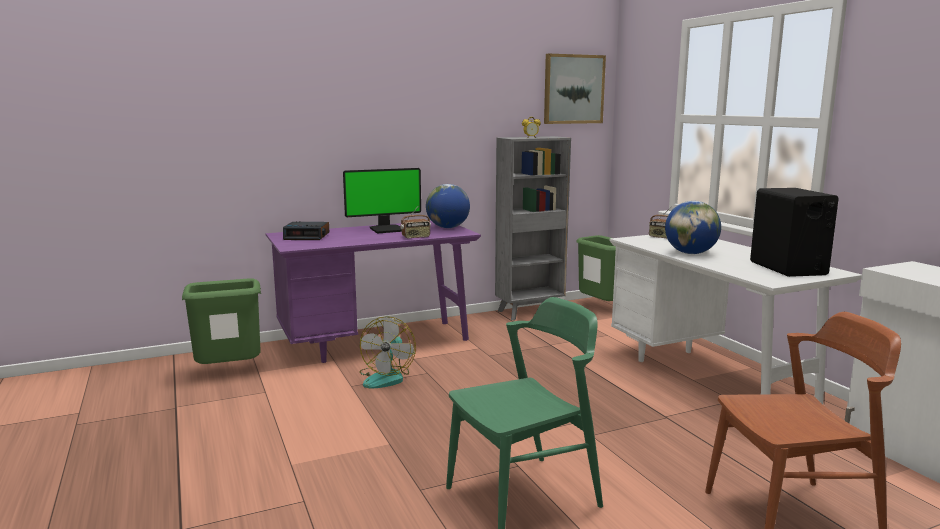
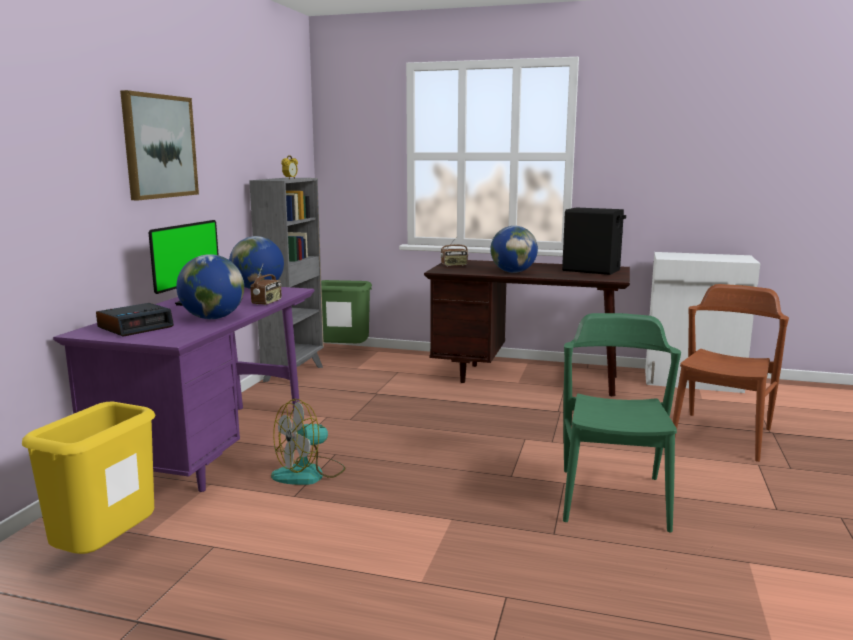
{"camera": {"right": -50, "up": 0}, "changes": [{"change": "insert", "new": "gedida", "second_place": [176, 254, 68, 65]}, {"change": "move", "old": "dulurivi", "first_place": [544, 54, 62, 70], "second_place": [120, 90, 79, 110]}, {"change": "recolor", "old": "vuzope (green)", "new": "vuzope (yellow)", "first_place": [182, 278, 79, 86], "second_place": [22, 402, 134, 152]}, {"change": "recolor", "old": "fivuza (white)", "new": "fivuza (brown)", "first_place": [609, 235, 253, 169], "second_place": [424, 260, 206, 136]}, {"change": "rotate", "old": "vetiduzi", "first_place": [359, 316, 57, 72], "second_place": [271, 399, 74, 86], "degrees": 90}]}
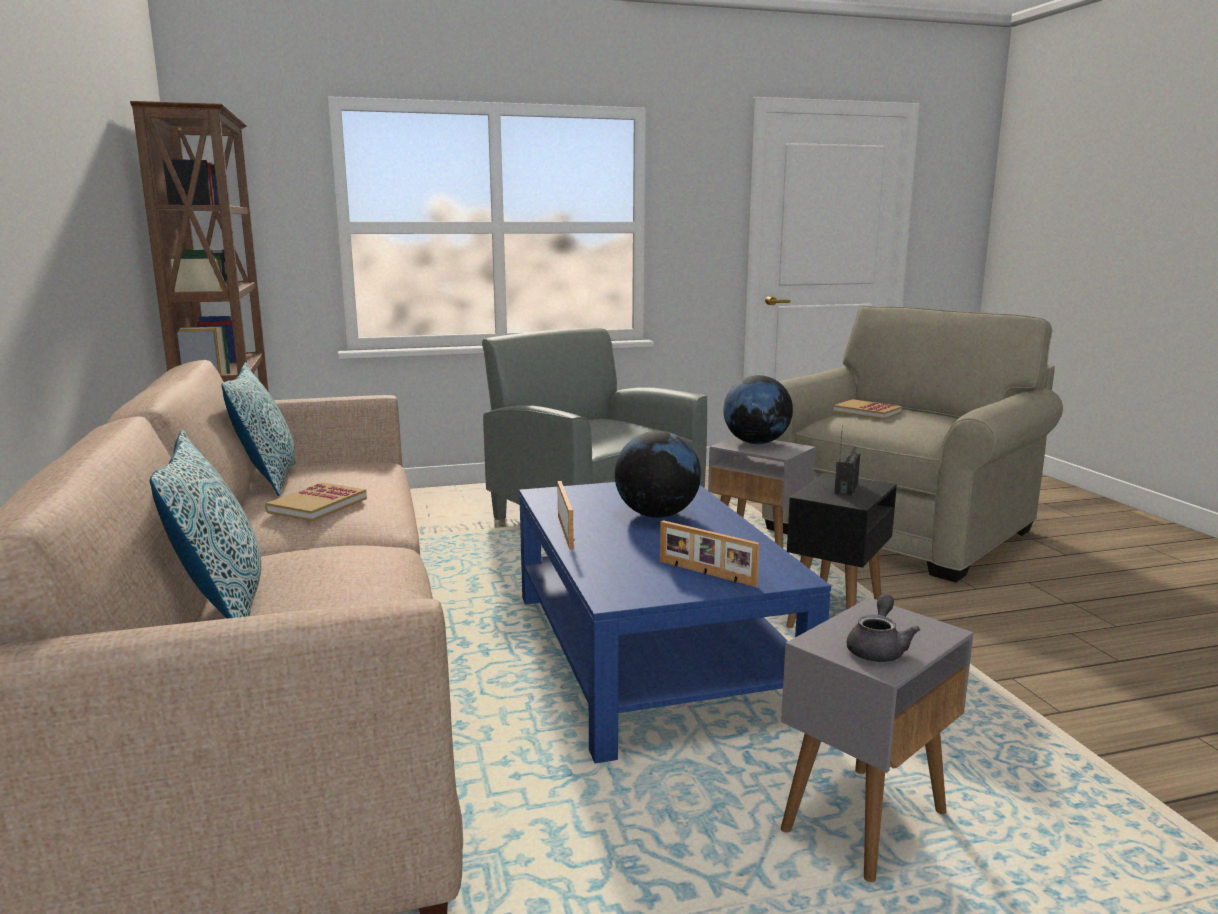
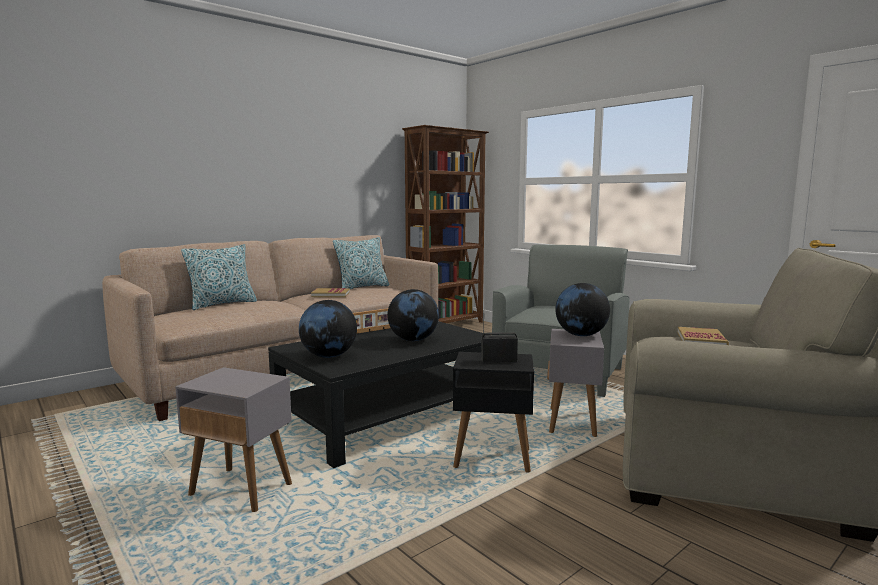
{"camera": {"right": 65, "up": -5}, "changes": [{"change": "delete", "old": "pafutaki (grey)", "first_place": [847, 594, 73, 68]}, {"change": "replace", "old": "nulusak", "new": "gedida", "first_place": [660, 520, 100, 67], "second_place": [299, 300, 58, 58]}, {"change": "recolor", "old": "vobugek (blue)", "new": "vobugek (black)", "first_place": [519, 482, 312, 282], "second_place": [268, 321, 215, 147]}]}
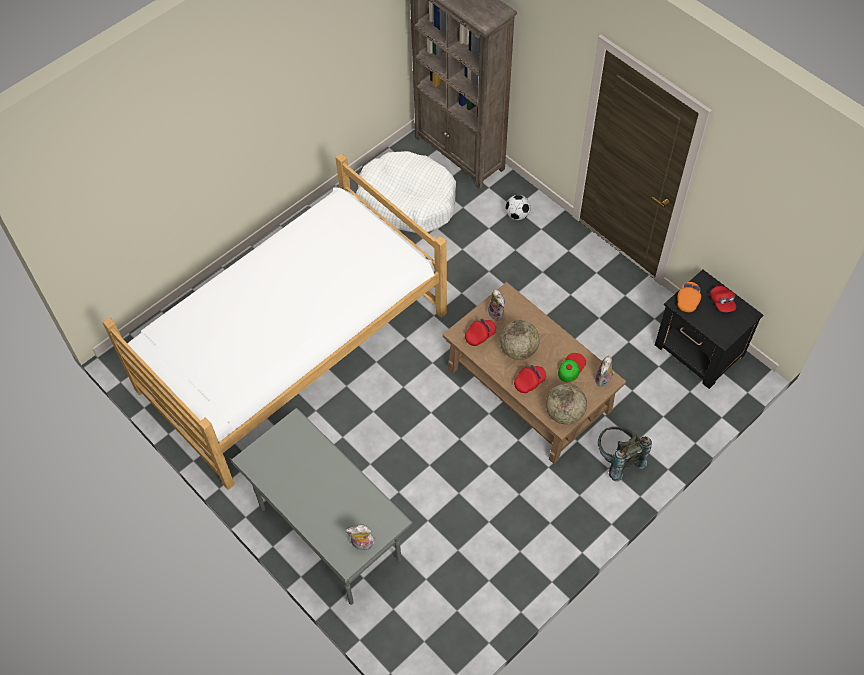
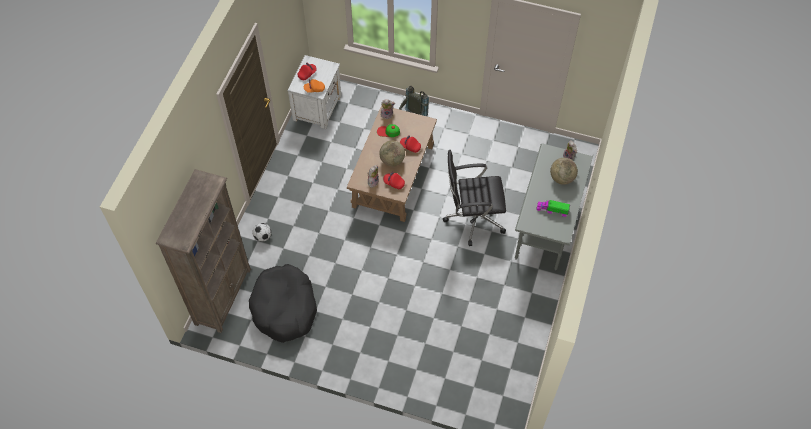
{"camera": {"right": -120, "up": 0}, "changes": [{"change": "delete", "old": "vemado", "first_place": [103, 153, 344, 337]}, {"change": "insert", "new": "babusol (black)", "second_place": [443, 150, 63, 96]}, {"change": "insert", "new": "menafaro", "second_place": [537, 200, 33, 17]}, {"change": "move", "old": "gedida", "first_place": [546, 383, 41, 42], "second_place": [550, 158, 28, 27]}, {"change": "recolor", "old": "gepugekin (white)", "new": "gepugekin (black)", "first_place": [356, 151, 100, 82], "second_place": [249, 264, 68, 79]}, {"change": "recolor", "old": "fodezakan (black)", "new": "fodezakan (white)", "first_place": [655, 269, 108, 120], "second_place": [287, 55, 54, 74]}]}
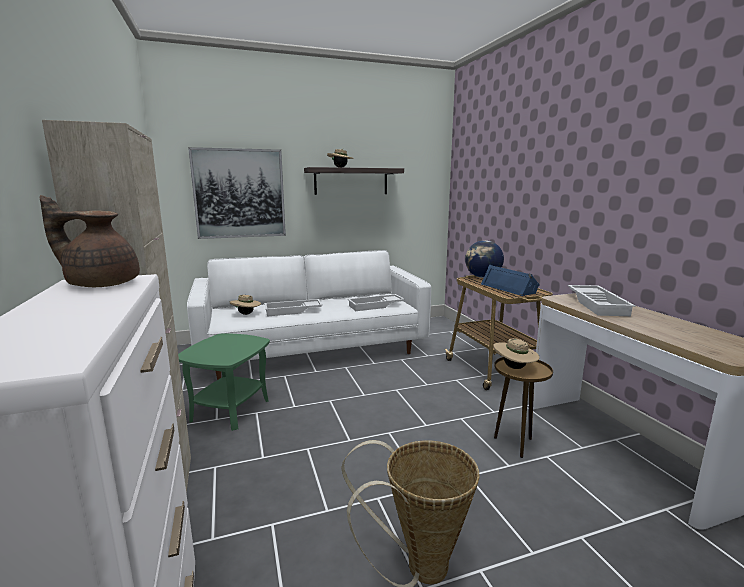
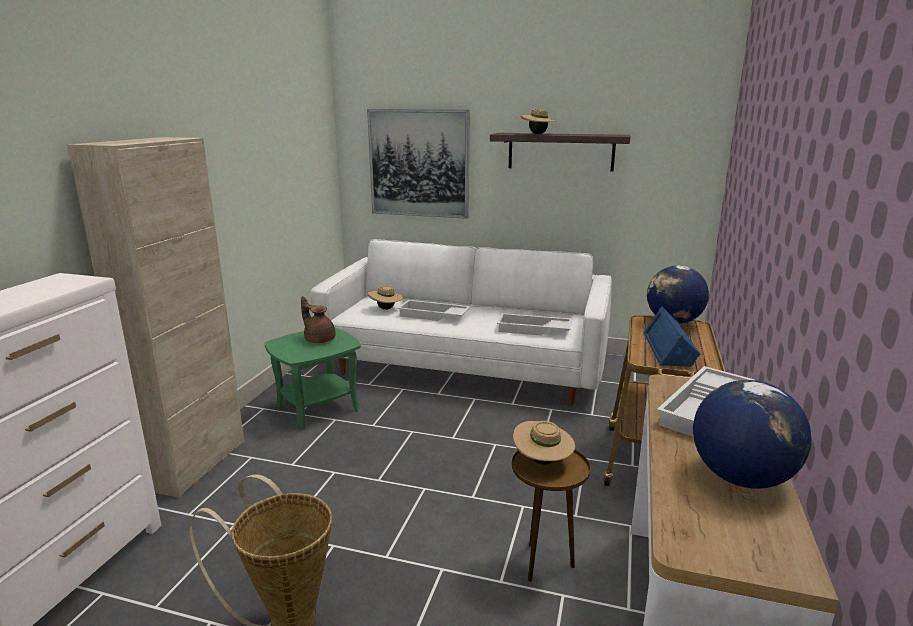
{"camera": {"right": 35, "up": 5}, "changes": [{"change": "insert", "new": "gedida", "second_place": [693, 380, 118, 109]}, {"change": "move", "old": "pafutaki (brown)", "first_place": [40, 195, 100, 92], "second_place": [301, 296, 35, 47]}]}
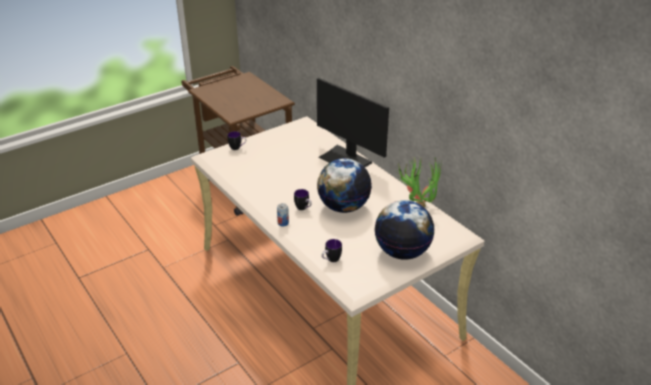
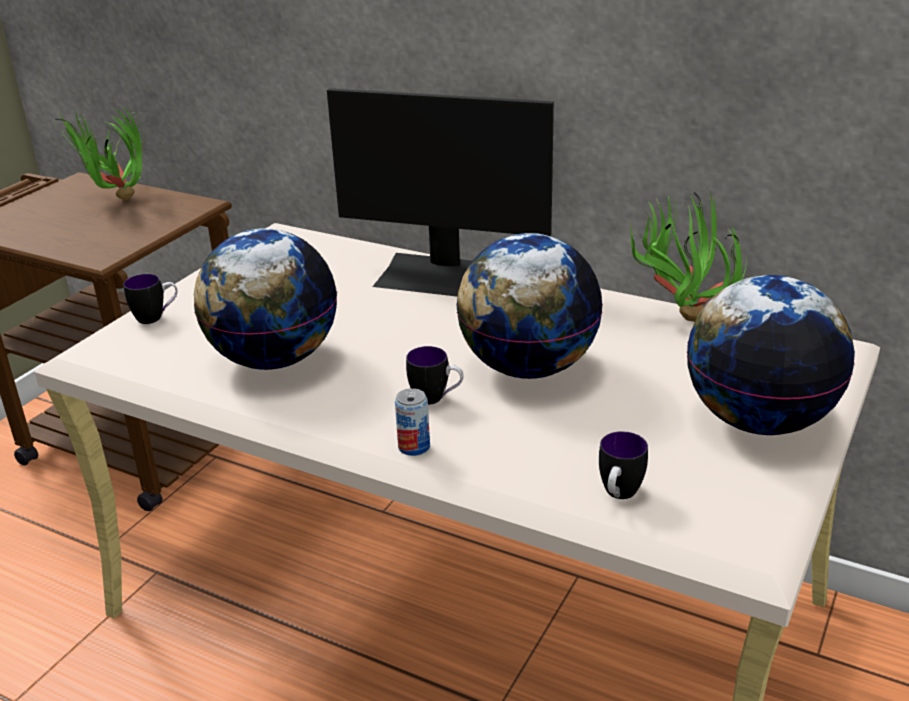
{"camera": {"right": -25, "up": -5}, "changes": [{"change": "insert", "new": "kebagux", "second_place": [53, 107, 90, 93]}, {"change": "insert", "new": "gedida", "second_place": [194, 228, 143, 142]}]}
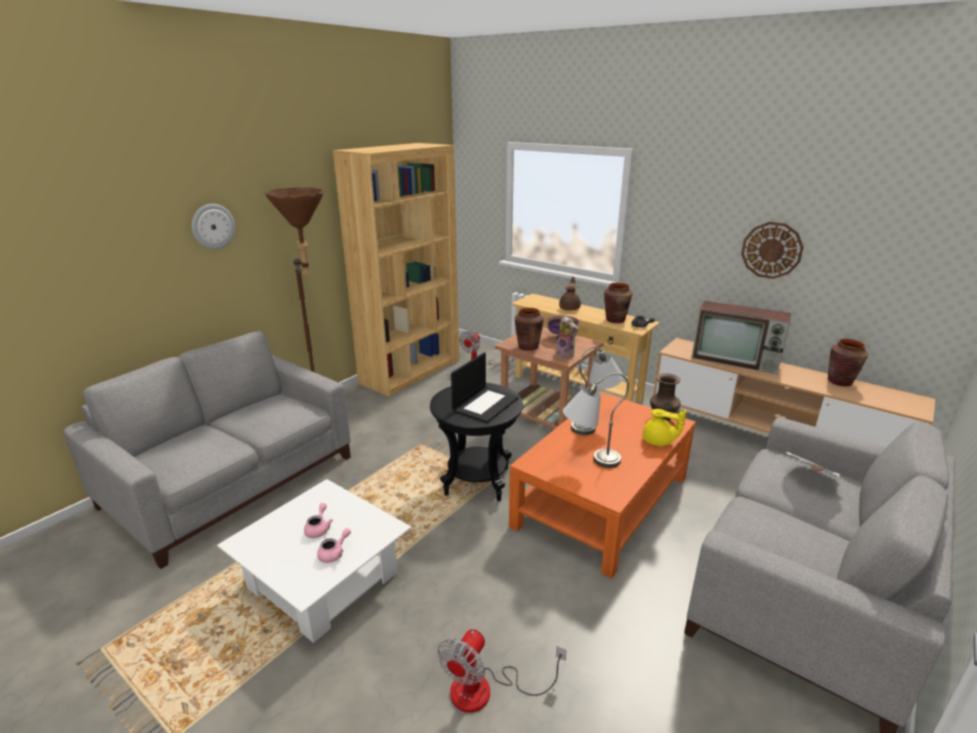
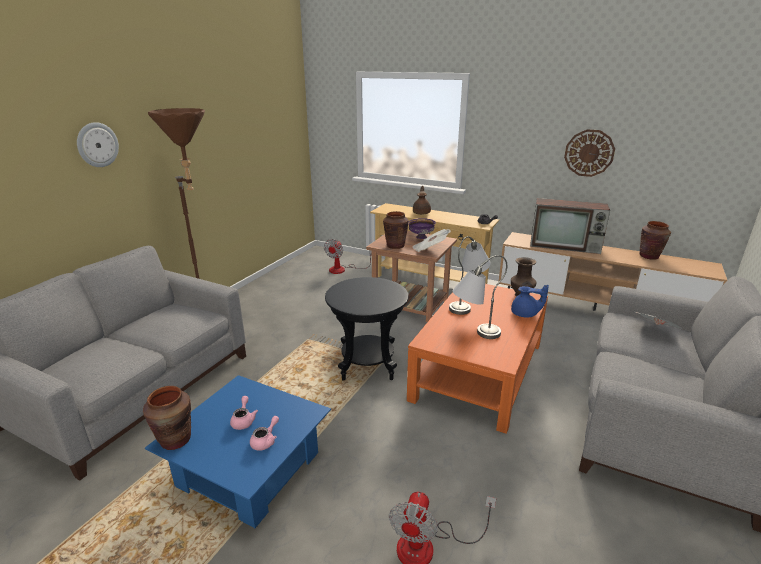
{"camera": {"right": -10, "up": 0}, "changes": [{"change": "delete", "old": "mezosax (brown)", "first_place": [333, 143, 126, 253]}, {"change": "delete", "old": "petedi", "first_place": [451, 352, 68, 71]}, {"change": "move", "old": "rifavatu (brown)", "first_place": [604, 283, 28, 40], "second_place": [143, 386, 48, 64]}, {"change": "replace", "old": "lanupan", "new": "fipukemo", "first_place": [556, 316, 23, 42], "second_place": [413, 229, 38, 23]}, {"change": "recolor", "old": "vobugek (white)", "new": "vobugek (blue)", "first_place": [217, 479, 194, 164], "second_place": [145, 375, 186, 153]}, {"change": "recolor", "old": "pafutaki (yellow)", "new": "pafutaki (blue)", "first_place": [642, 409, 44, 37], "second_place": [511, 285, 38, 33]}]}
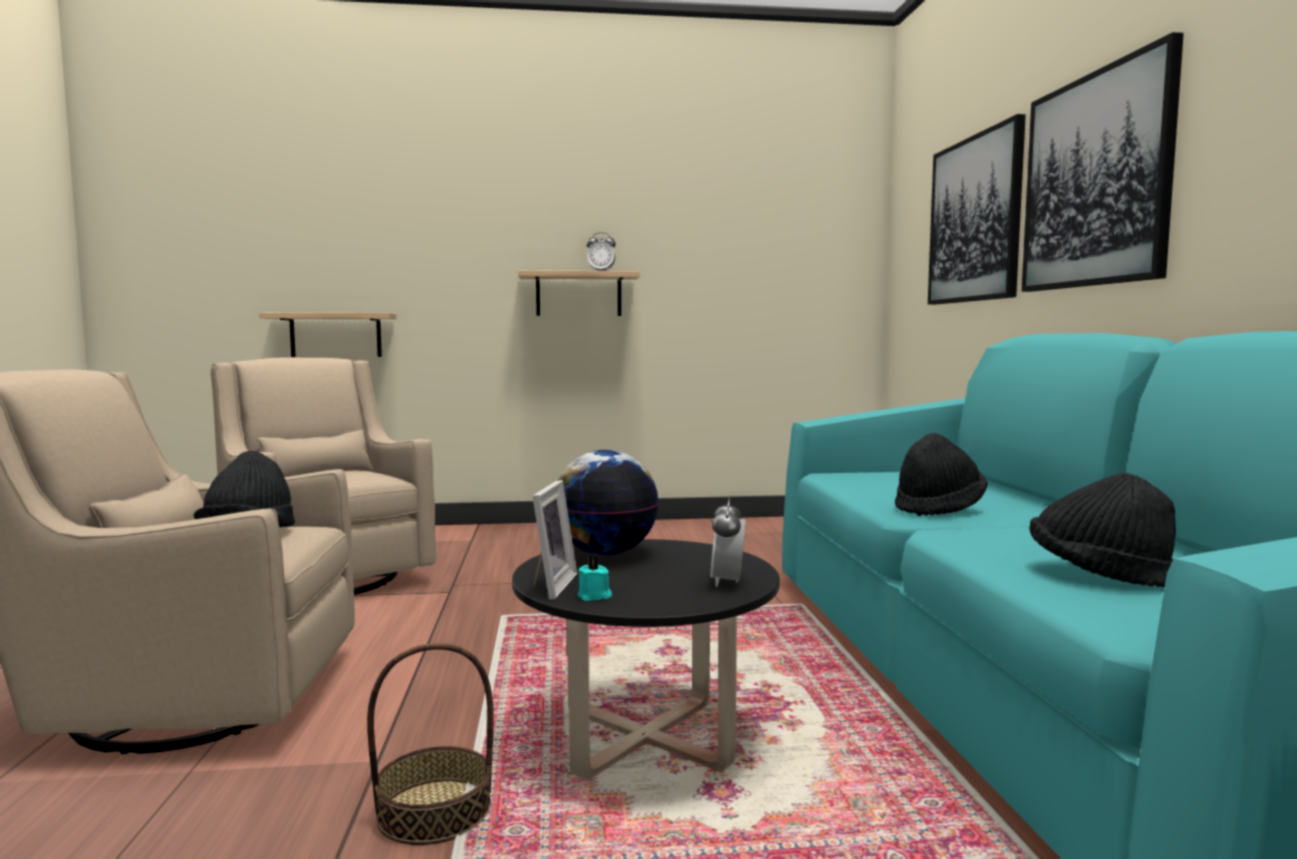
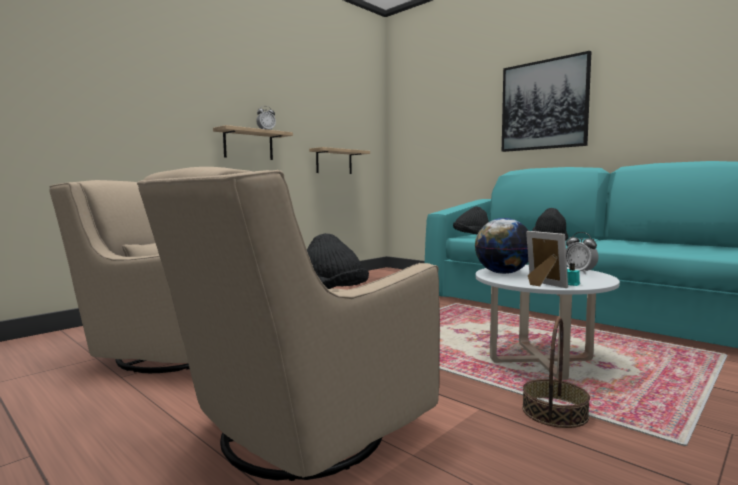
{"camera": {"right": -40, "up": 0}, "changes": [{"change": "delete", "old": "dulurivi", "first_place": [928, 114, 98, 191]}, {"change": "move", "old": "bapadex", "first_place": [259, 312, 138, 45], "second_place": [309, 147, 61, 27]}, {"change": "move", "old": "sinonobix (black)", "first_place": [1029, 473, 147, 115], "second_place": [453, 206, 36, 28]}, {"change": "recolor", "old": "vobugek (black)", "new": "vobugek (white)", "first_place": [512, 539, 268, 242], "second_place": [475, 265, 145, 115]}]}
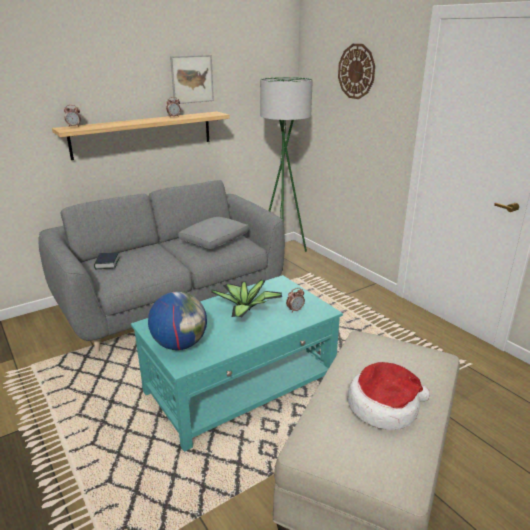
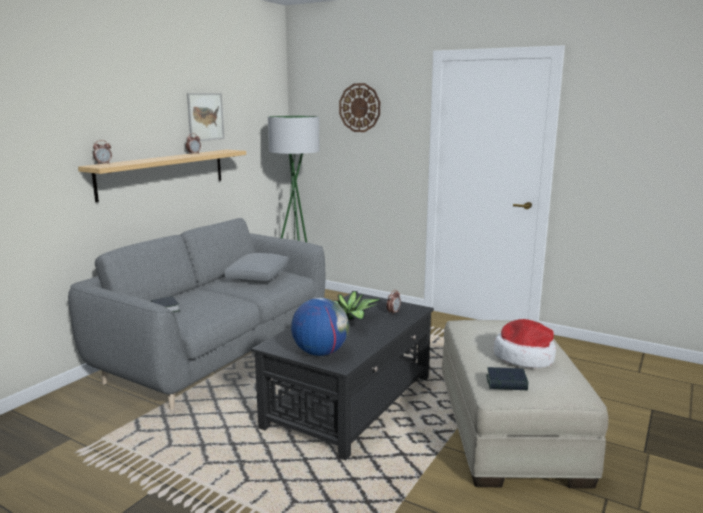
{"camera": {"right": -25, "up": -10}, "changes": [{"change": "insert", "new": "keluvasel", "second_place": [486, 367, 42, 23]}, {"change": "recolor", "old": "vobugek (turquoise)", "new": "vobugek (black)", "first_place": [131, 275, 212, 177], "second_place": [251, 293, 183, 167]}]}
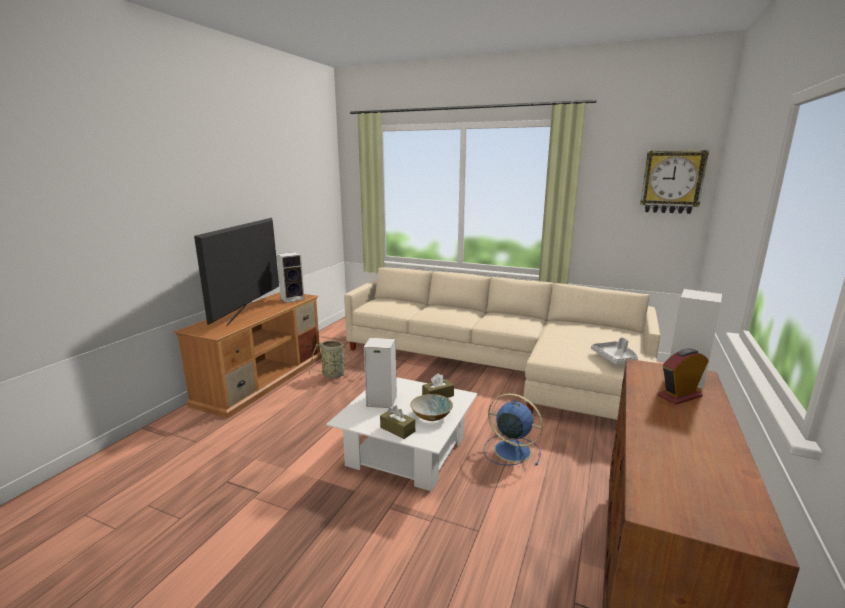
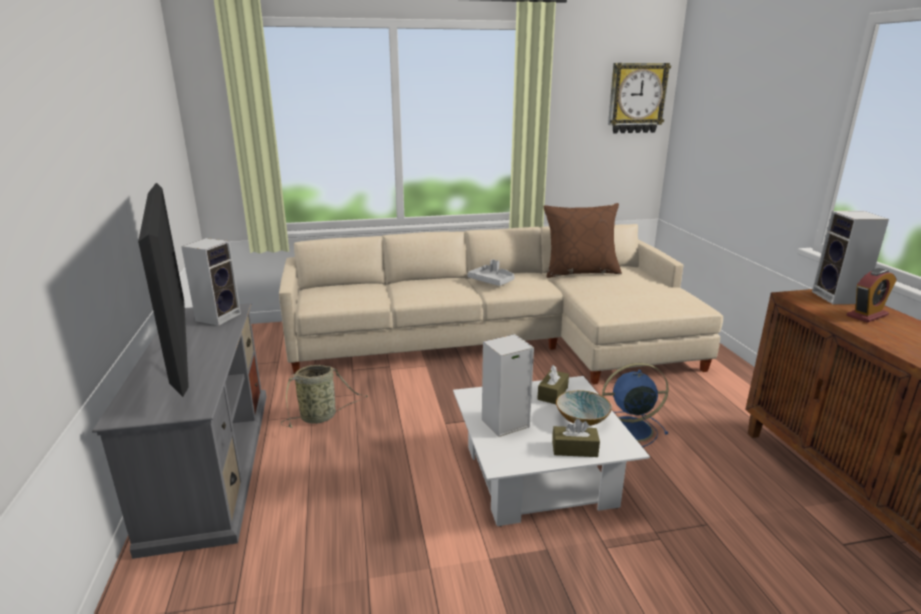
{"camera": {"right": -35, "up": 5}, "changes": [{"change": "insert", "new": "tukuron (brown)", "second_place": [544, 203, 78, 75]}, {"change": "move", "old": "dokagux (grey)", "first_place": [591, 337, 47, 27], "second_place": [467, 259, 48, 27]}, {"change": "recolor", "old": "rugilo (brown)", "new": "rugilo (grey)", "first_place": [174, 292, 148, 127], "second_place": [92, 303, 175, 256]}, {"change": "rotate", "old": "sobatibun", "first_place": [658, 348, 51, 57], "second_place": [847, 268, 50, 55], "degrees": -150}]}
